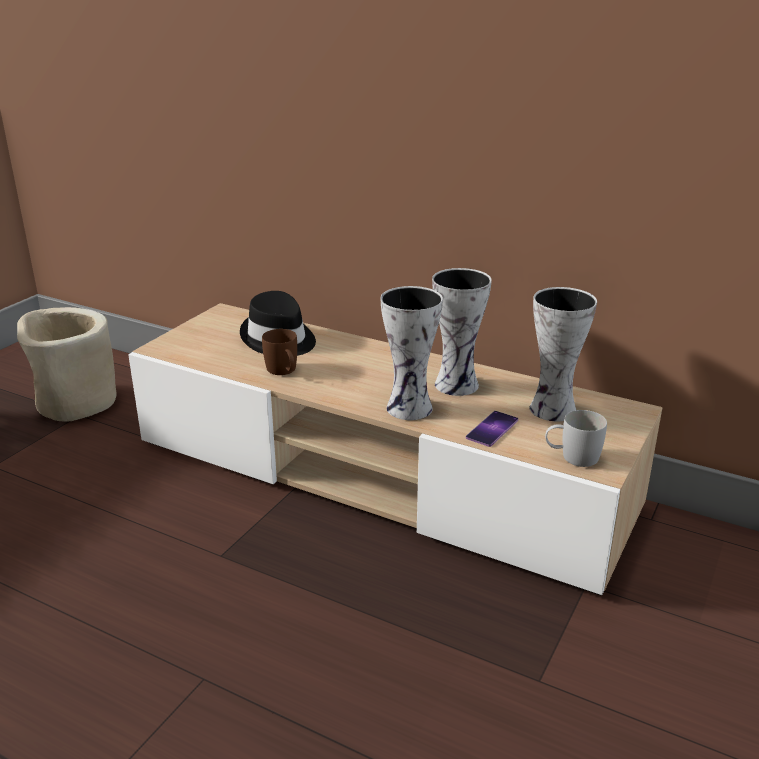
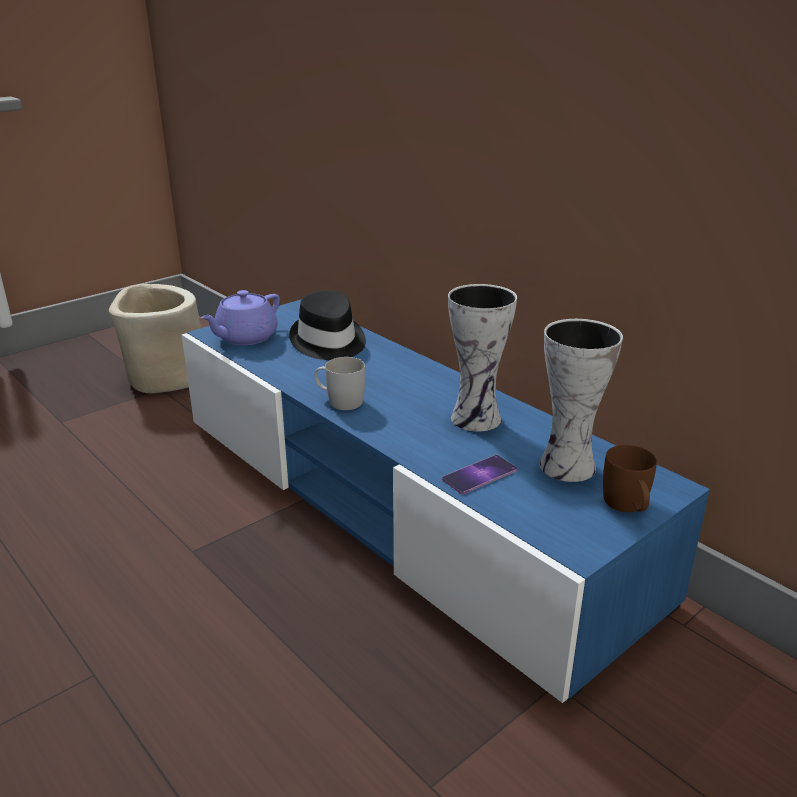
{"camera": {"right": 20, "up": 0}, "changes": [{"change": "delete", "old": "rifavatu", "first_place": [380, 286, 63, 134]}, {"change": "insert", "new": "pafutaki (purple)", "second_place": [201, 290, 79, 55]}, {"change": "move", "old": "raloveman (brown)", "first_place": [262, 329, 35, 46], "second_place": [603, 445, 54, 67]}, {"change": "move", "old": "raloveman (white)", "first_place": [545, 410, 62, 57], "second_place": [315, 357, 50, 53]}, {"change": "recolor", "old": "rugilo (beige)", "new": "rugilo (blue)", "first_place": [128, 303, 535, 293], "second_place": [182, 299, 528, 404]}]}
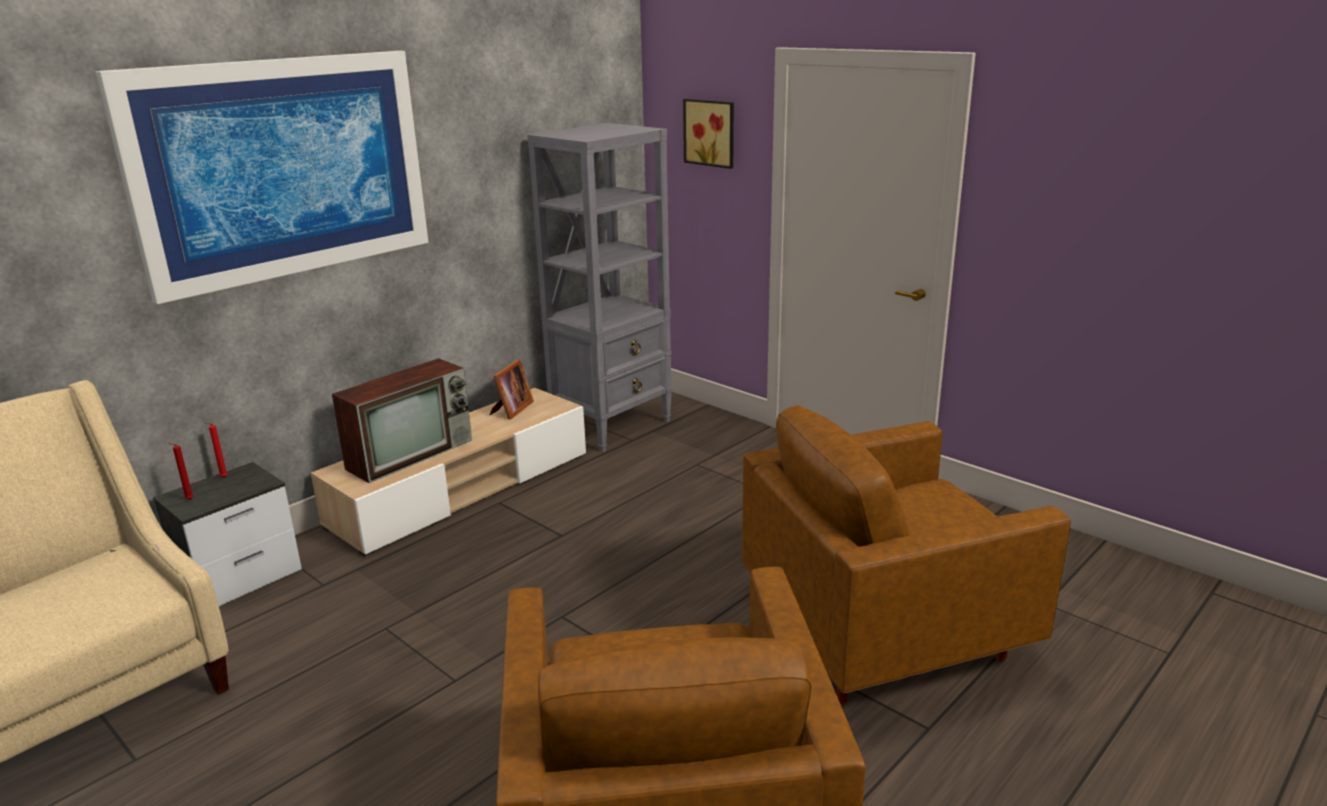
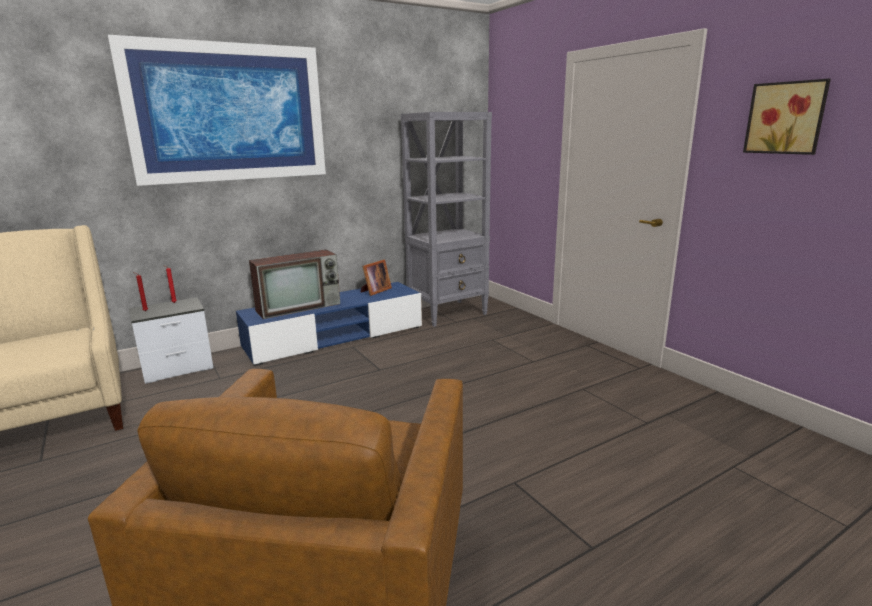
{"camera": {"right": 15, "up": -5}, "changes": [{"change": "delete", "old": "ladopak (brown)", "first_place": [742, 405, 329, 299]}, {"change": "move", "old": "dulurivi", "first_place": [683, 99, 51, 70], "second_place": [743, 79, 88, 76]}, {"change": "recolor", "old": "rugilo (beige)", "new": "rugilo (blue)", "first_place": [311, 388, 275, 168], "second_place": [236, 282, 186, 84]}]}
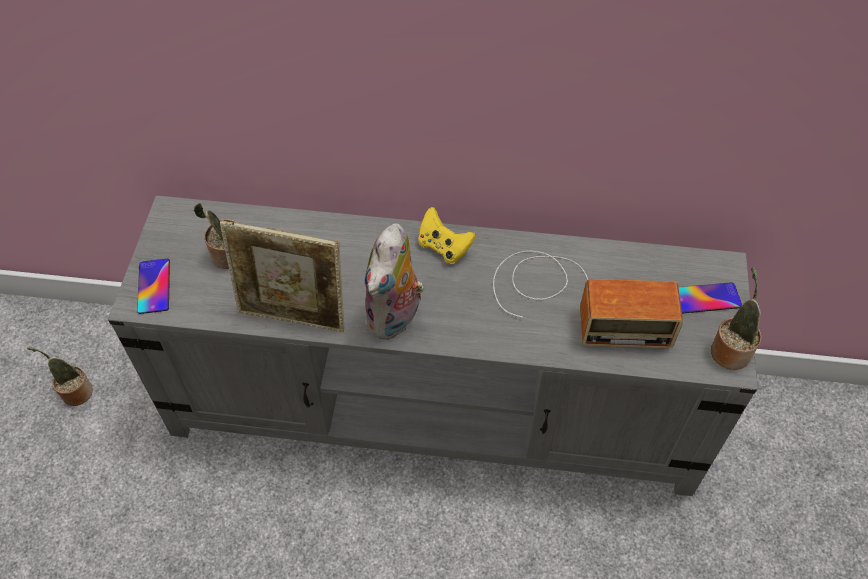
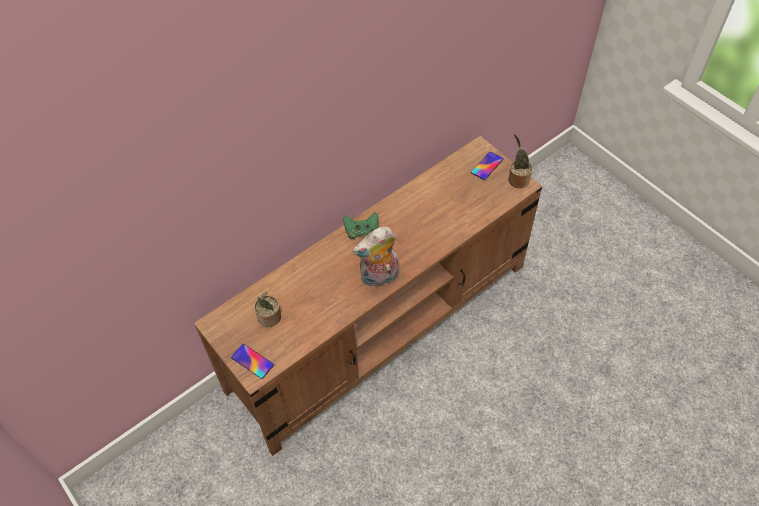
{"camera": {"right": -45, "up": 0}, "changes": [{"change": "delete", "old": "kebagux", "first_place": [27, 347, 66, 59]}, {"change": "delete", "old": "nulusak", "first_place": [220, 220, 124, 112]}, {"change": "delete", "old": "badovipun", "first_place": [493, 251, 190, 97]}, {"change": "recolor", "old": "rugilo (grey)", "new": "rugilo (brown)", "first_place": [108, 195, 650, 301], "second_place": [194, 136, 348, 320]}, {"change": "recolor", "old": "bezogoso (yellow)", "new": "bezogoso (green)", "first_place": [418, 207, 58, 57], "second_place": [343, 212, 35, 27]}, {"change": "rotate", "old": "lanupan", "first_place": [365, 223, 59, 117], "second_place": [353, 226, 46, 61], "degrees": 90}]}
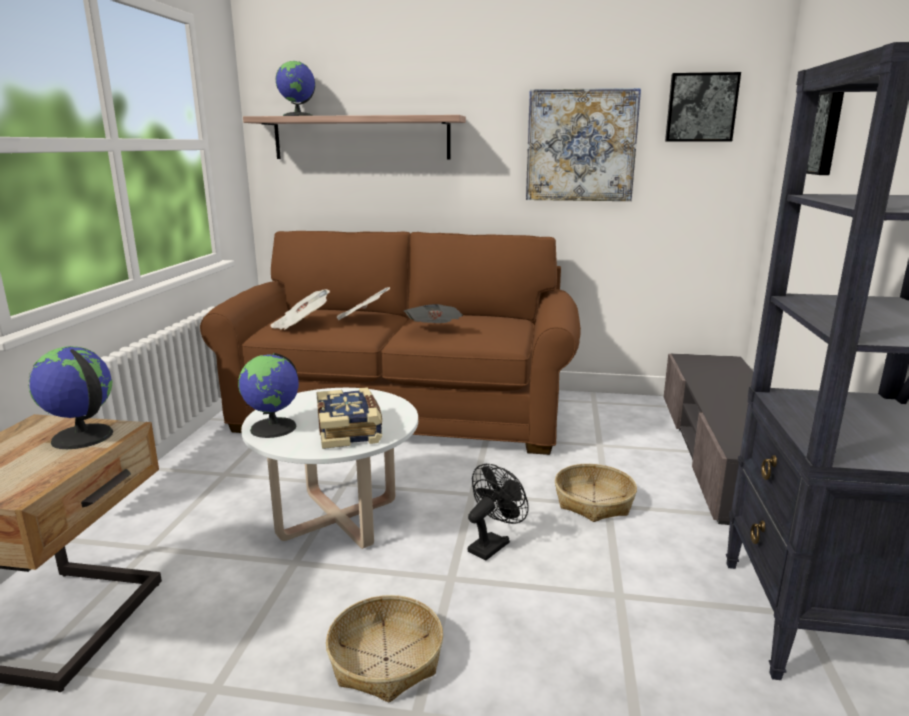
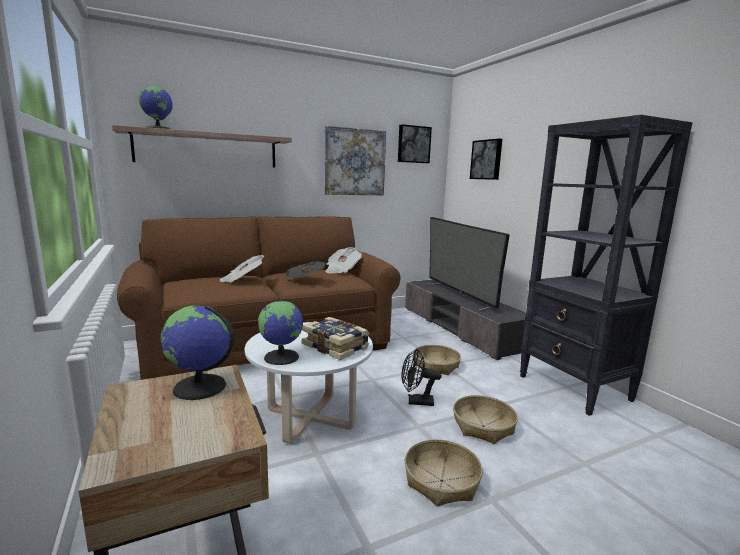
{"camera": {"right": -35, "up": -5}, "changes": [{"change": "insert", "new": "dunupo", "second_place": [426, 217, 84, 94]}, {"change": "insert", "new": "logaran", "second_place": [453, 395, 65, 49]}, {"change": "move", "old": "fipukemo", "first_place": [270, 289, 60, 41], "second_place": [325, 247, 37, 26]}, {"change": "rotate", "old": "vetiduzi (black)", "first_place": [468, 464, 61, 96], "second_place": [402, 348, 40, 58], "degrees": -90}]}
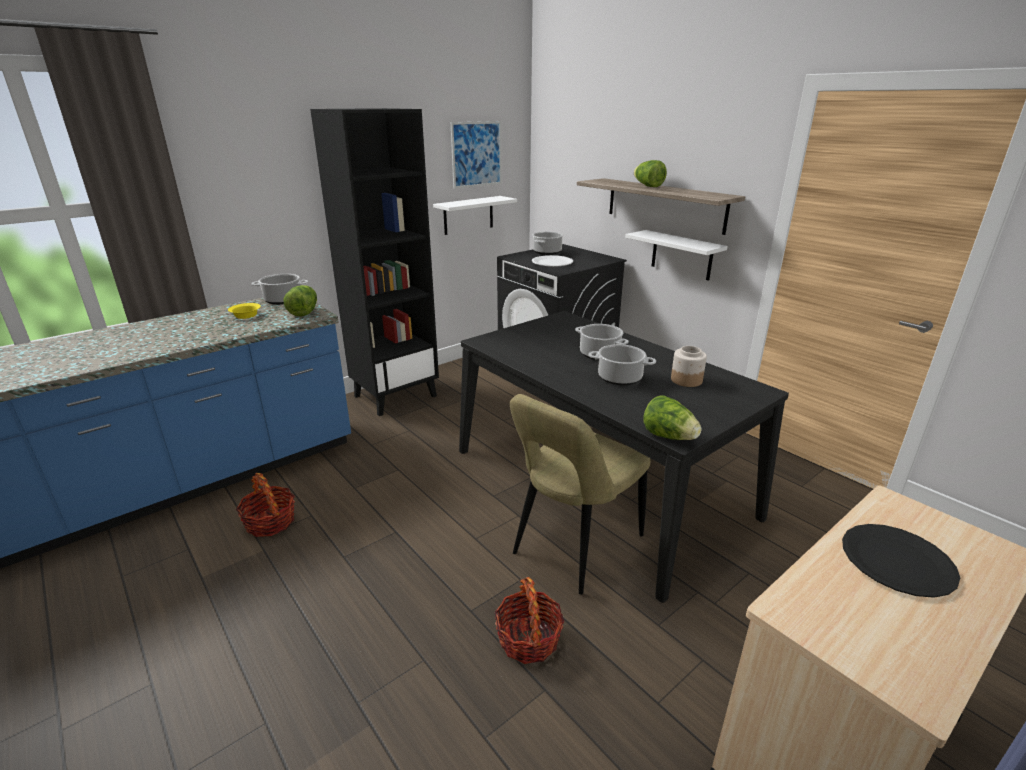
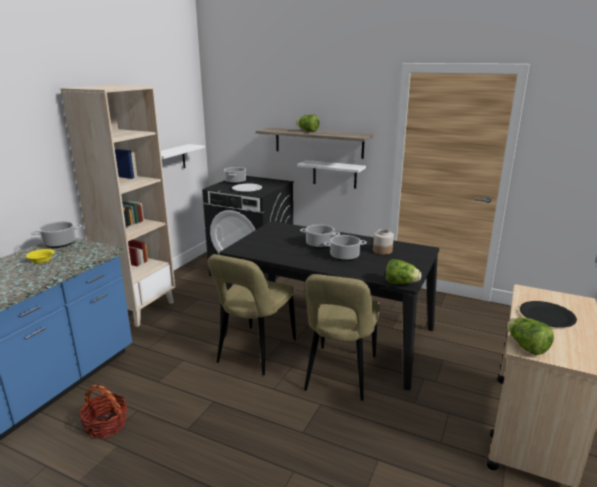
{"camera": {"right": -25, "up": -5}, "changes": [{"change": "delete", "old": "dulurivi", "first_place": [451, 121, 51, 68]}, {"change": "delete", "old": "logaran", "first_place": [495, 577, 70, 87]}, {"change": "insert", "new": "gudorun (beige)", "second_place": [208, 254, 88, 122]}, {"change": "move", "old": "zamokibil", "first_place": [284, 285, 33, 32], "second_place": [507, 318, 47, 37]}, {"change": "recolor", "old": "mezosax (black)", "new": "mezosax (beige)", "first_place": [310, 108, 129, 308], "second_place": [60, 85, 115, 242]}]}
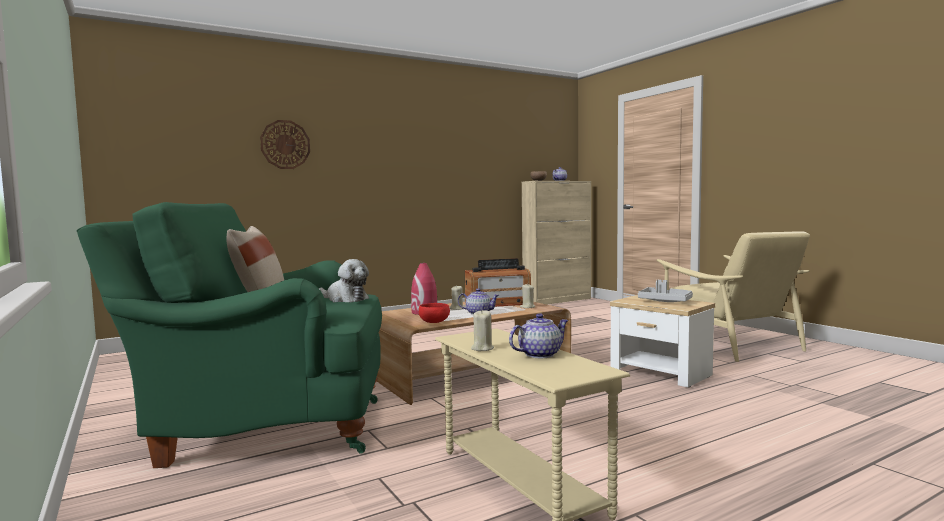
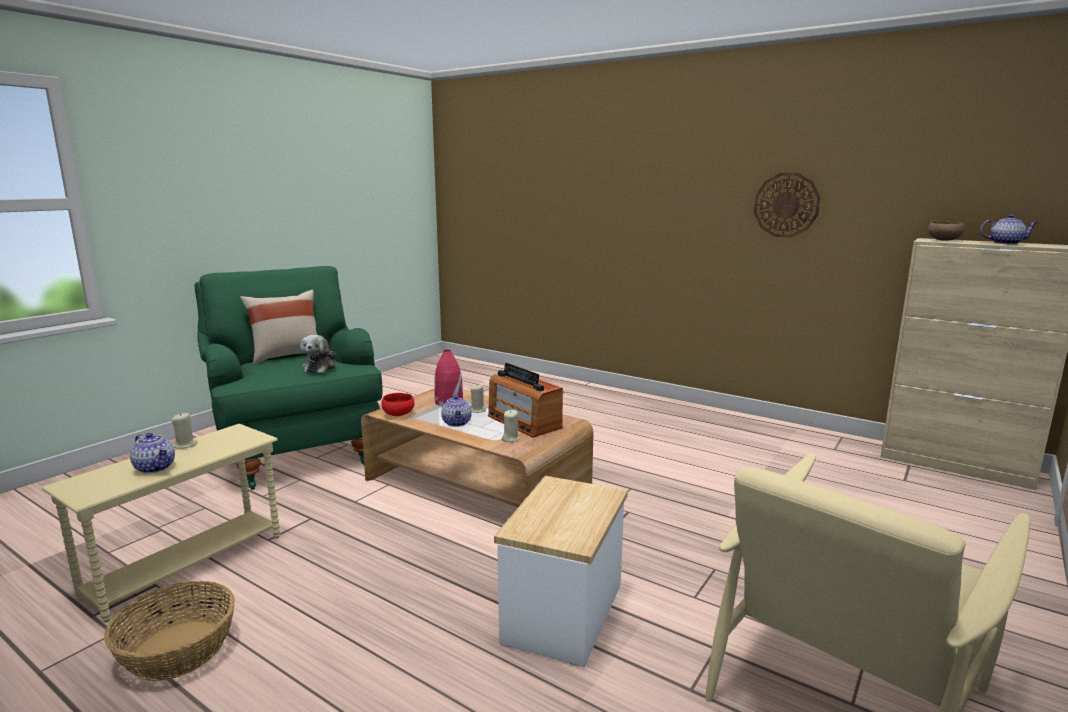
{"camera": {"right": 65, "up": 10}, "changes": [{"change": "delete", "old": "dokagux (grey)", "first_place": [638, 280, 55, 22]}, {"change": "insert", "new": "logaran", "second_place": [104, 581, 131, 100]}, {"change": "move", "old": "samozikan", "first_place": [260, 120, 50, 49], "second_place": [754, 173, 67, 65]}]}
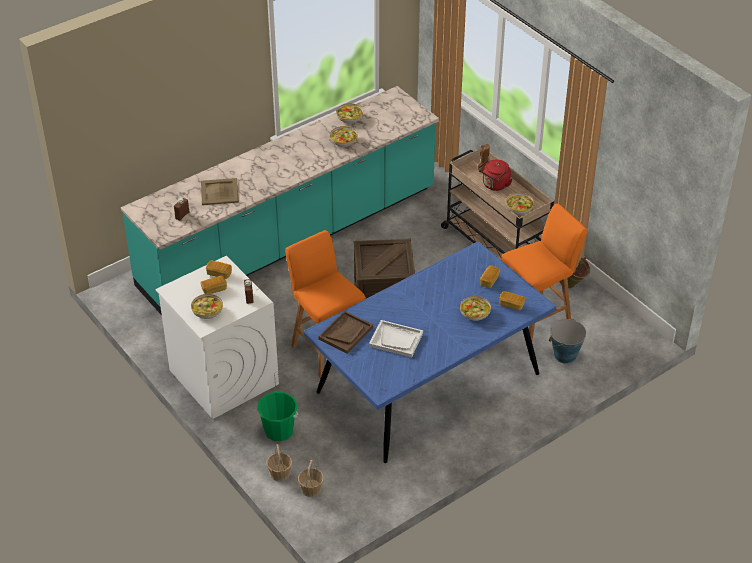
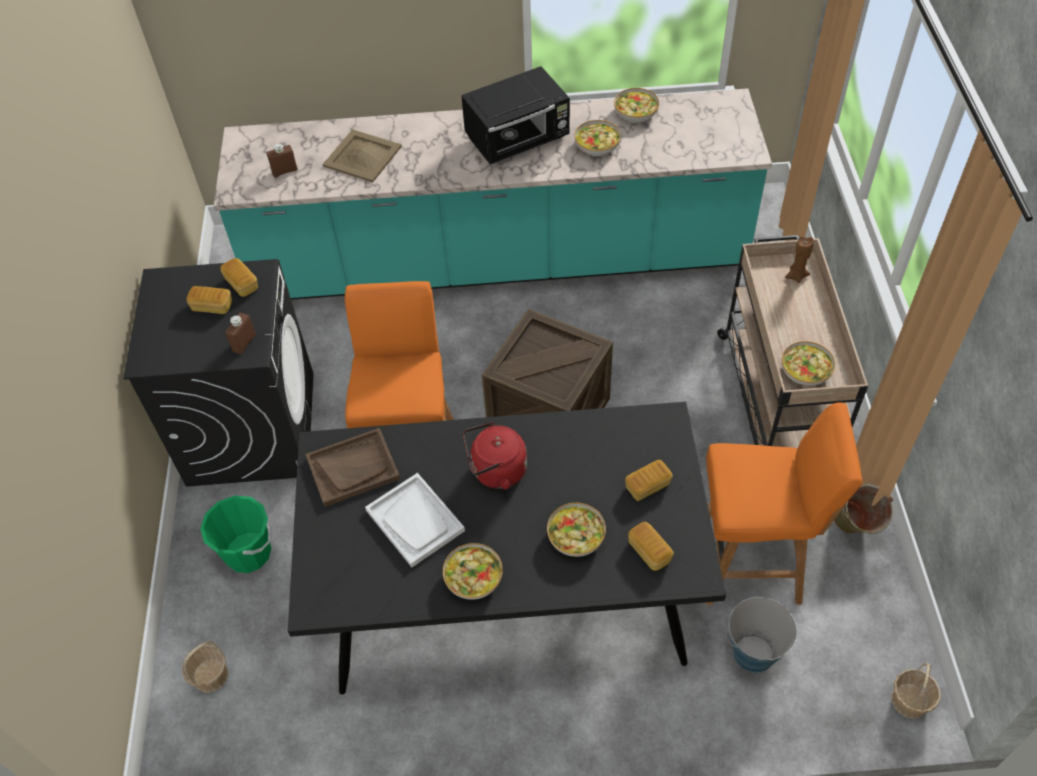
{"camera": {"right": 35, "up": 10}, "changes": [{"change": "insert", "new": "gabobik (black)", "second_place": [461, 66, 109, 99]}, {"change": "move", "old": "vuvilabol", "first_place": [191, 294, 32, 25], "second_place": [443, 543, 60, 57]}, {"change": "move", "old": "logaran", "first_place": [266, 444, 26, 37], "second_place": [892, 663, 49, 56]}, {"change": "move", "old": "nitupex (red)", "first_place": [478, 159, 35, 32], "second_place": [463, 422, 64, 67]}, {"change": "recolor", "old": "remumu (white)", "new": "remumu (black)", "first_place": [155, 256, 124, 163], "second_place": [123, 259, 191, 228]}, {"change": "recolor", "old": "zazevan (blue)", "new": "zazevan (black)", "first_place": [303, 241, 253, 222], "second_place": [288, 402, 438, 293]}]}
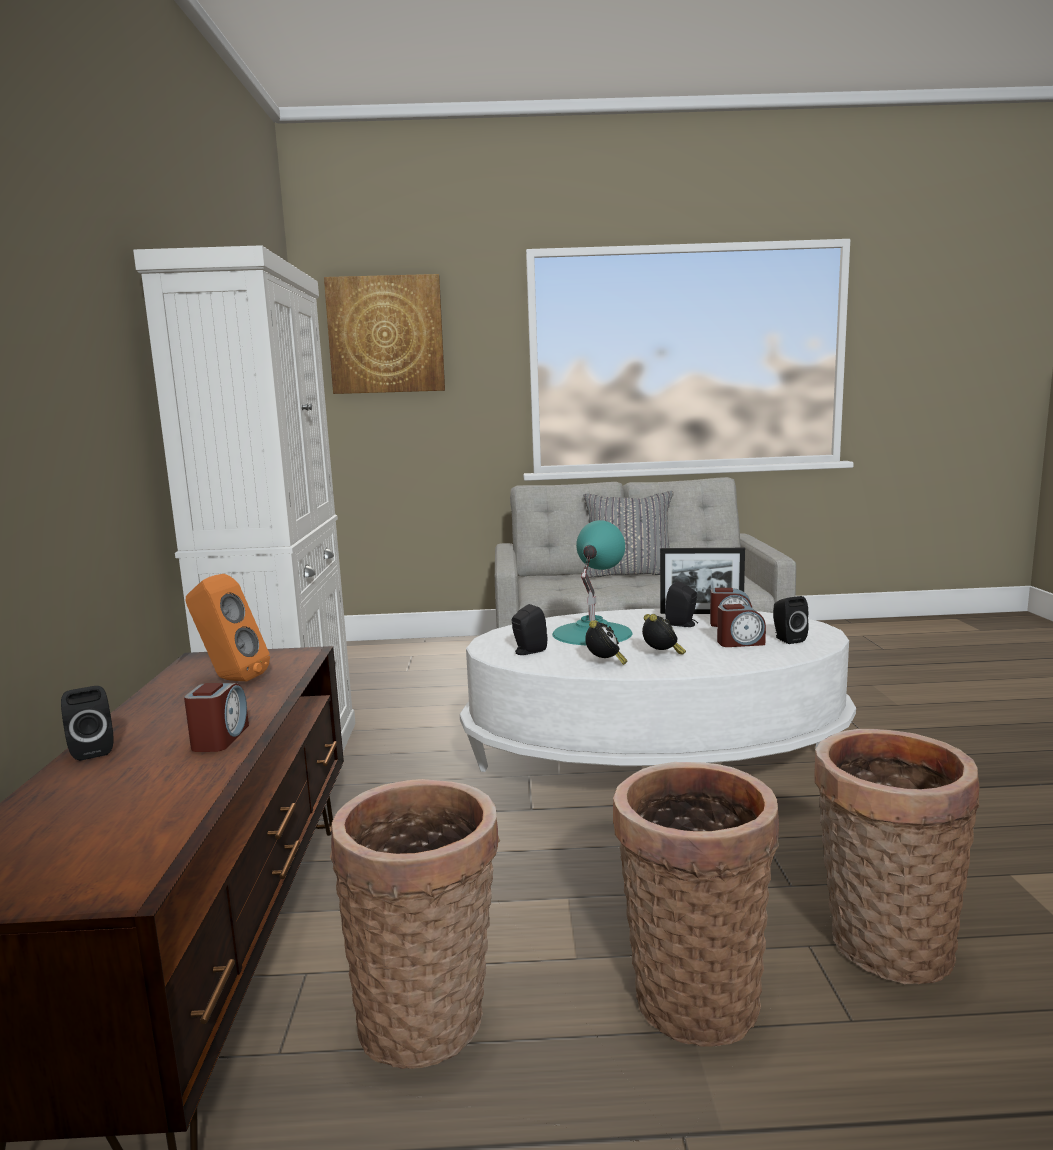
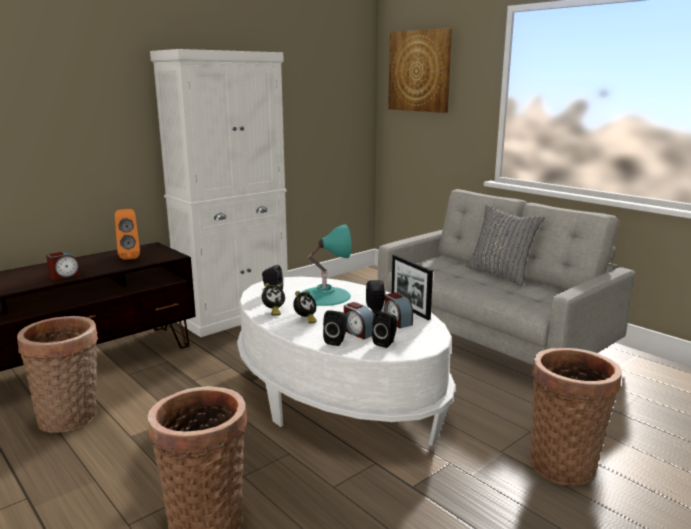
{"camera": {"right": 50, "up": 5}, "changes": [{"change": "move", "old": "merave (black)", "first_place": [61, 686, 53, 75], "second_place": [323, 311, 24, 35]}, {"change": "move", "old": "logaran", "first_place": [613, 762, 166, 285], "second_place": [530, 348, 92, 138]}]}
